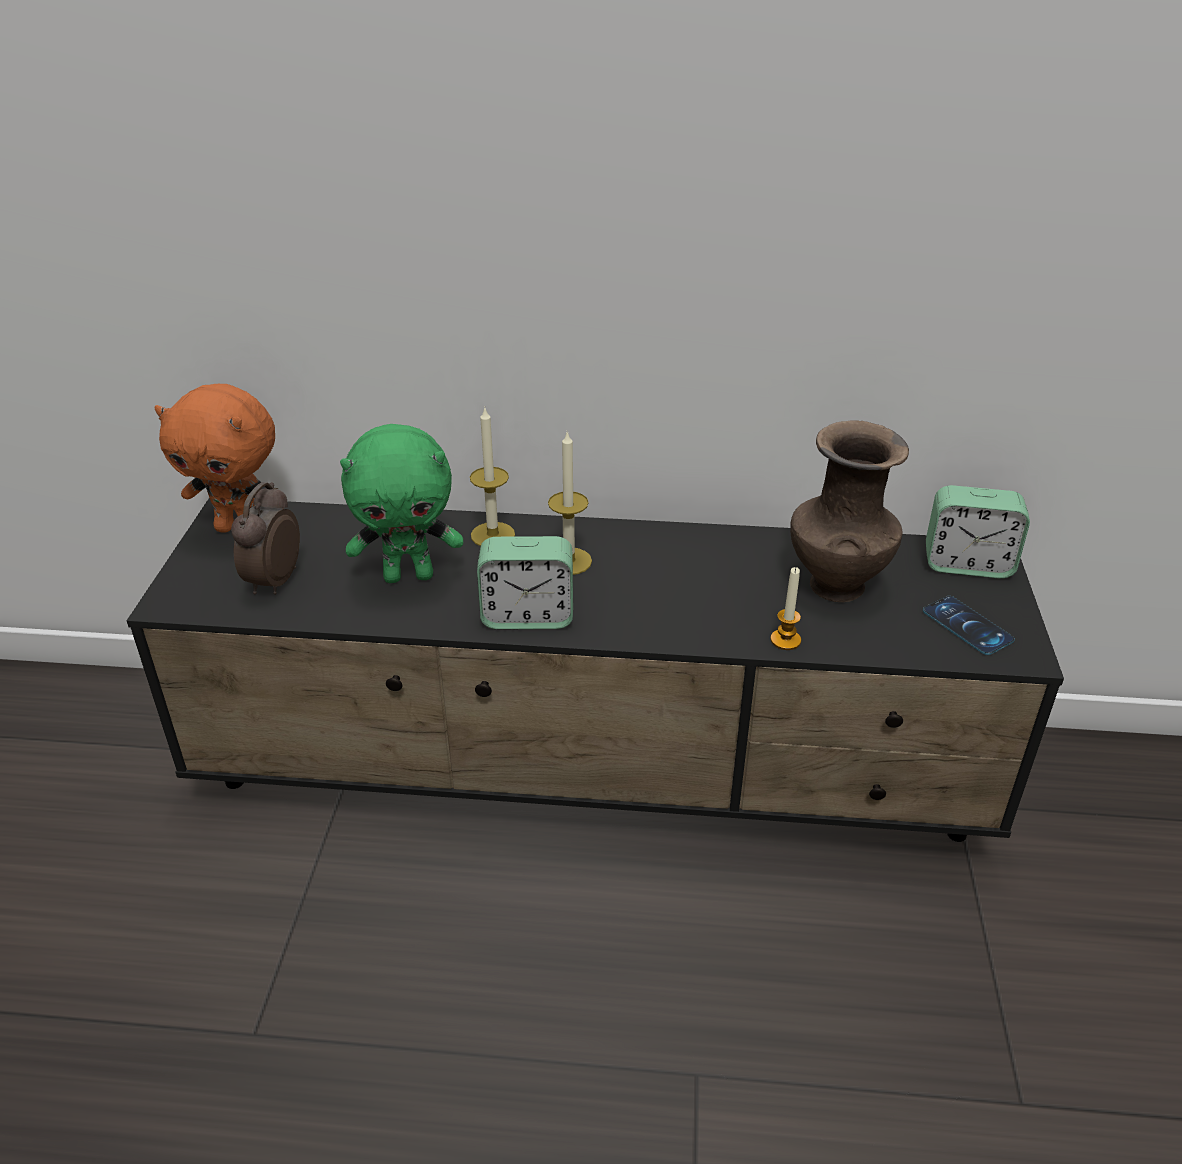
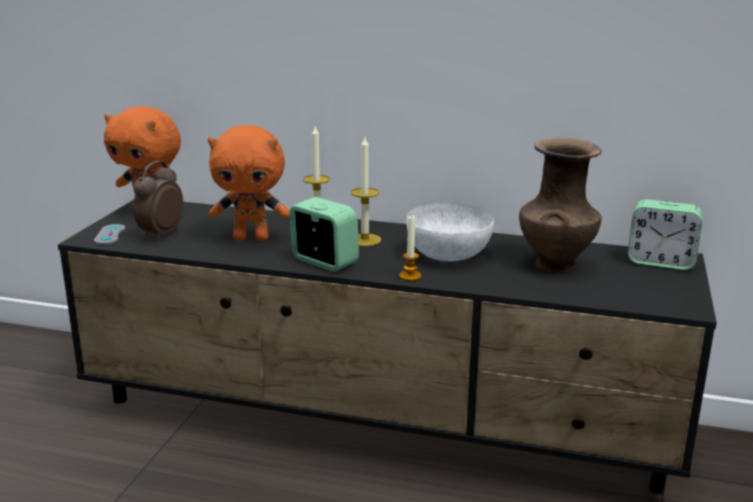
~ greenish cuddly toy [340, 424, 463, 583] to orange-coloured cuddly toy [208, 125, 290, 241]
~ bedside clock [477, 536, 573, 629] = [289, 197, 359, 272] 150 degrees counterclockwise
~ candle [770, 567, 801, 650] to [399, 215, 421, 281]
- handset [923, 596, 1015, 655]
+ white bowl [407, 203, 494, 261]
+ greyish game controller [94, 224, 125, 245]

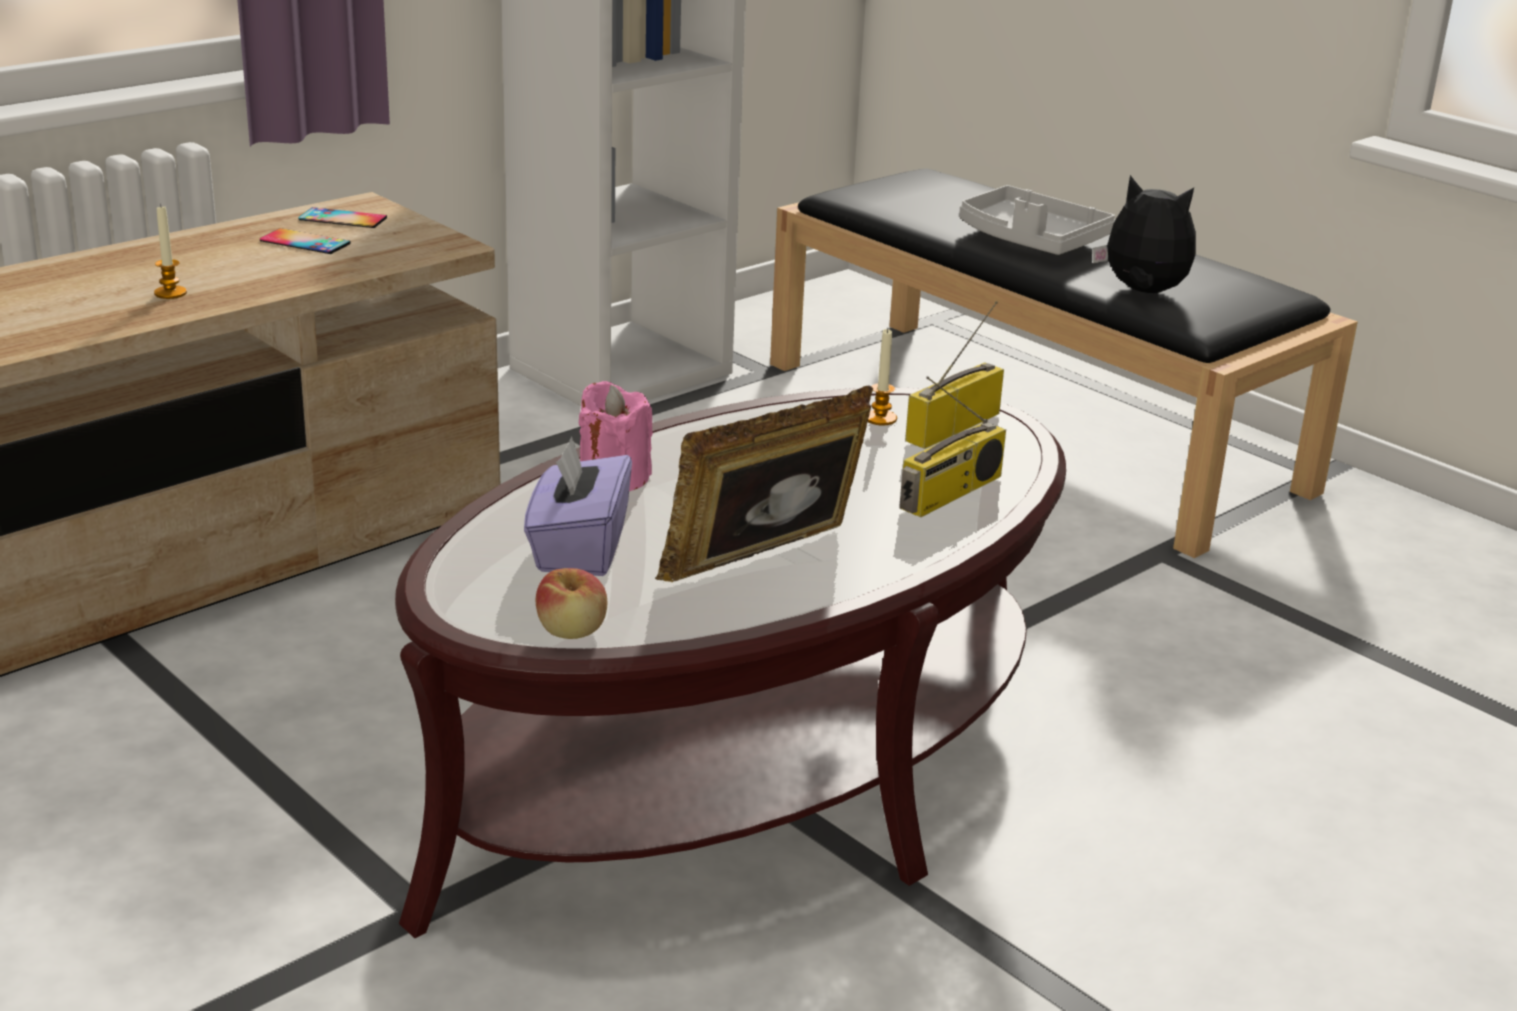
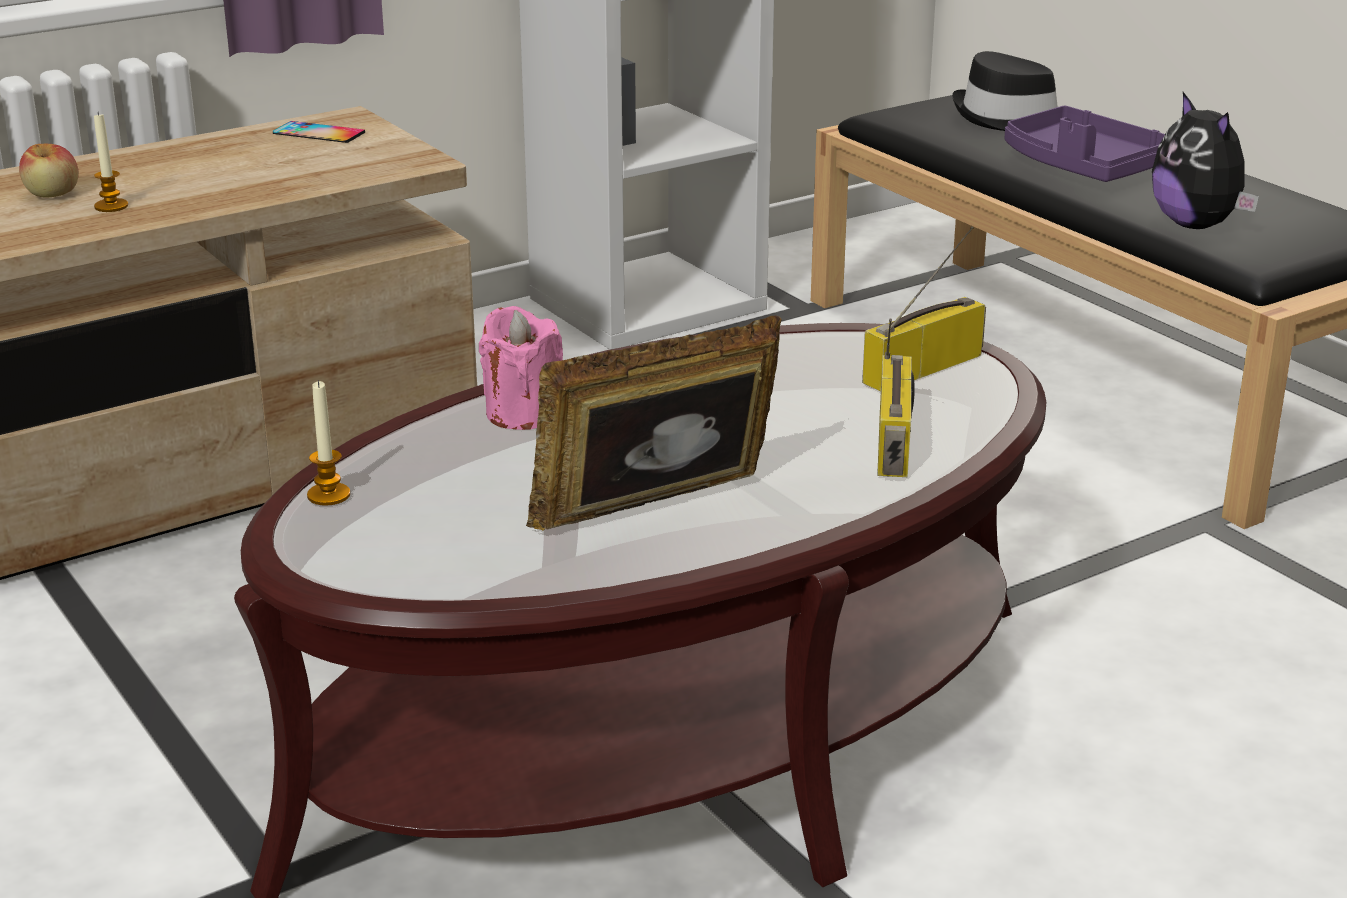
~ cuddly toy [1092, 175, 1196, 293] = [1152, 92, 1259, 229] 150 degrees counterclockwise
~ greyish carrying tray [959, 185, 1115, 255] to purplish carrying tray [1005, 106, 1165, 182]
- handset [260, 228, 350, 254]
~ candle [868, 328, 897, 425] to [307, 380, 350, 506]
~ radio receiver [899, 376, 1006, 517] = [877, 318, 915, 477] 45 degrees counterclockwise
- purplish box of tissues [524, 436, 632, 576]
~ whole apple [536, 568, 607, 639] to [19, 143, 79, 198]
+ black hat [952, 51, 1058, 131]

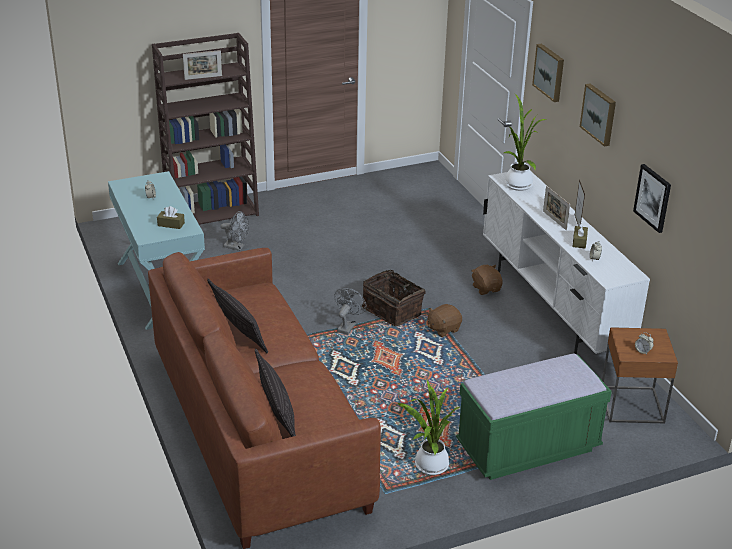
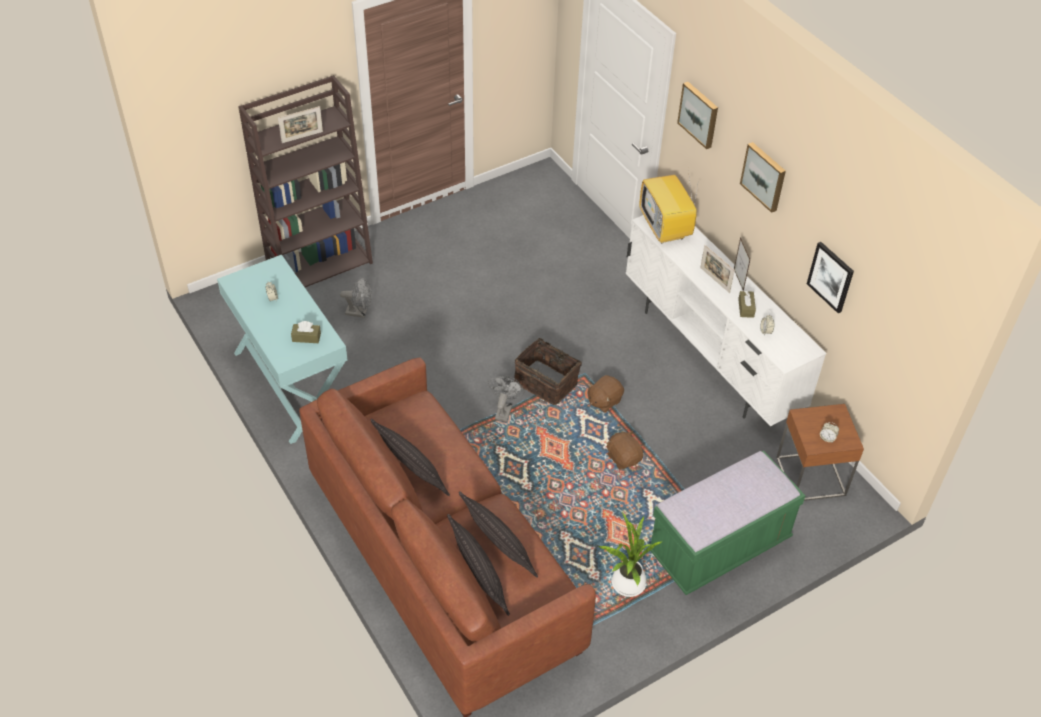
~ potted plant [502, 94, 547, 191] to TV [639, 170, 699, 244]
~ brown-coloured cuddly toy [471, 265, 503, 295] to [606, 431, 644, 470]
+ pillow [459, 491, 538, 578]

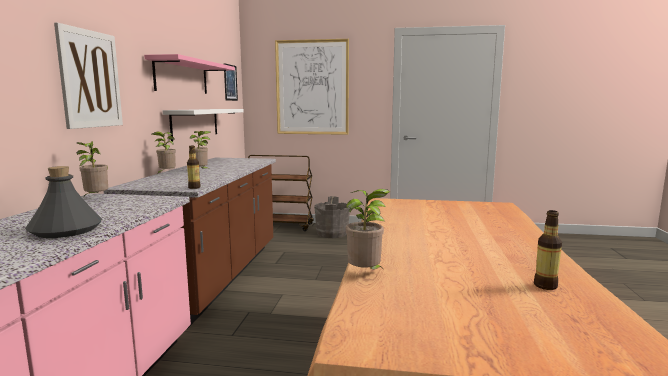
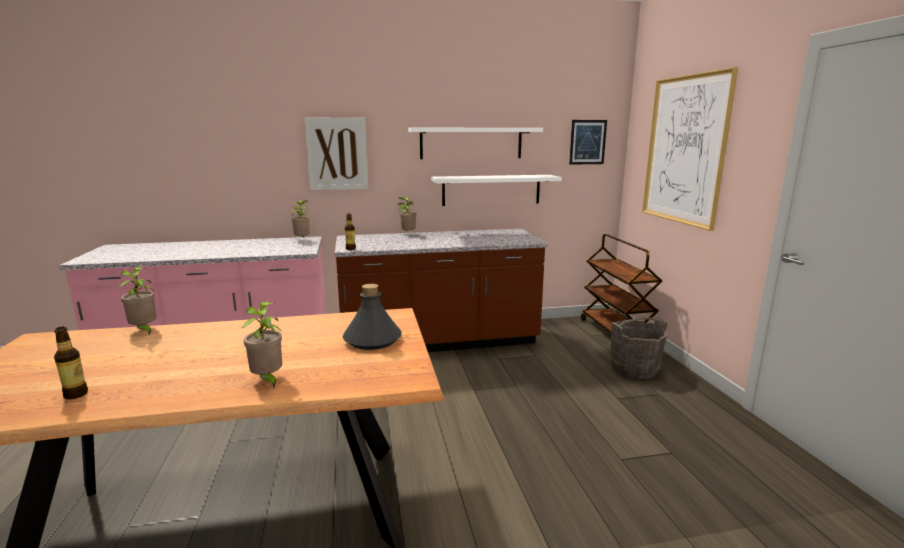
~ pinkish wall shelf [144, 54, 235, 94] to white wall shelf [408, 128, 543, 159]
~ potted plant [190, 131, 212, 171] to [242, 302, 282, 387]
~ greyish beverage bottle [25, 166, 102, 238] to [343, 284, 402, 350]

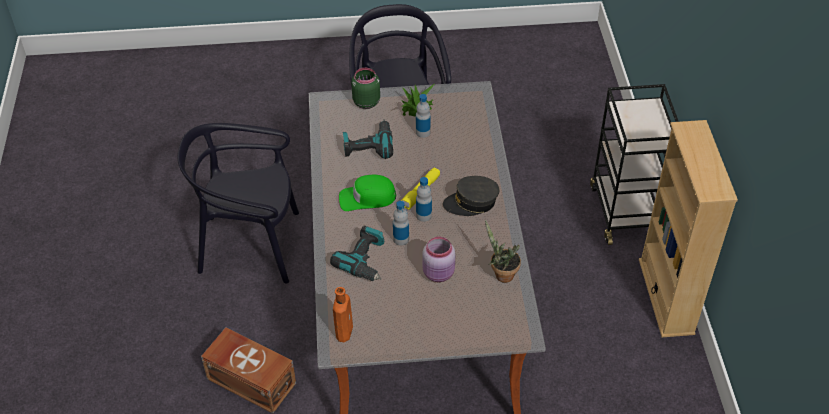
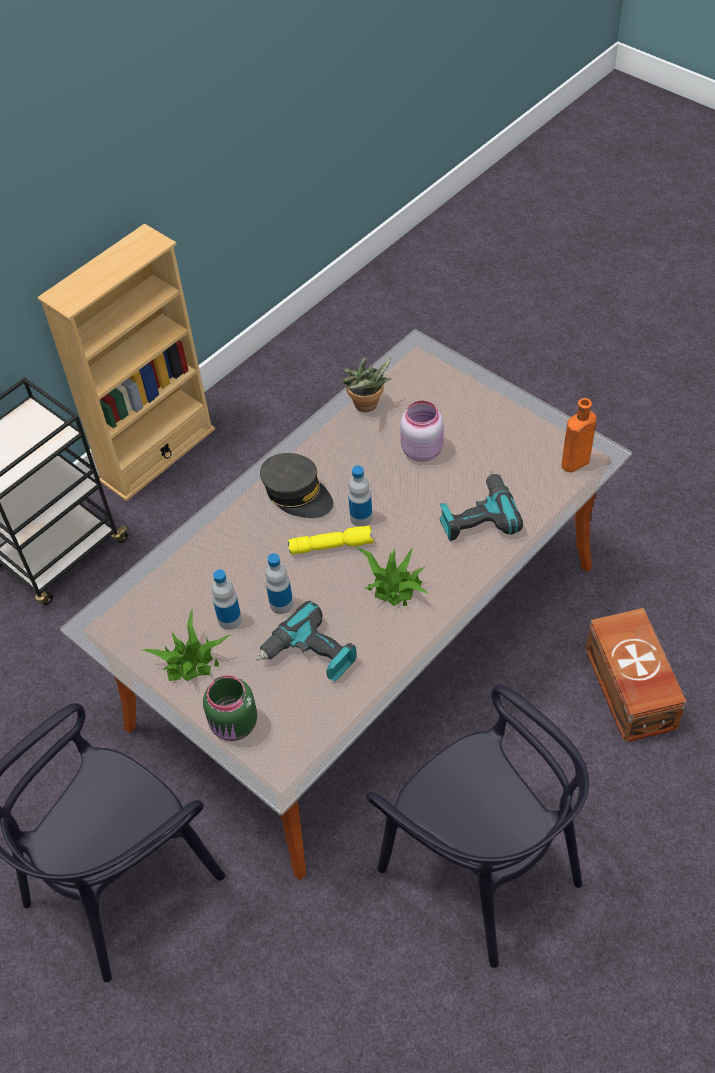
~ greenish baseball cap [339, 175, 396, 211] to potted plant [356, 546, 429, 606]
~ beverage bottle [393, 201, 409, 246] to [265, 553, 293, 614]

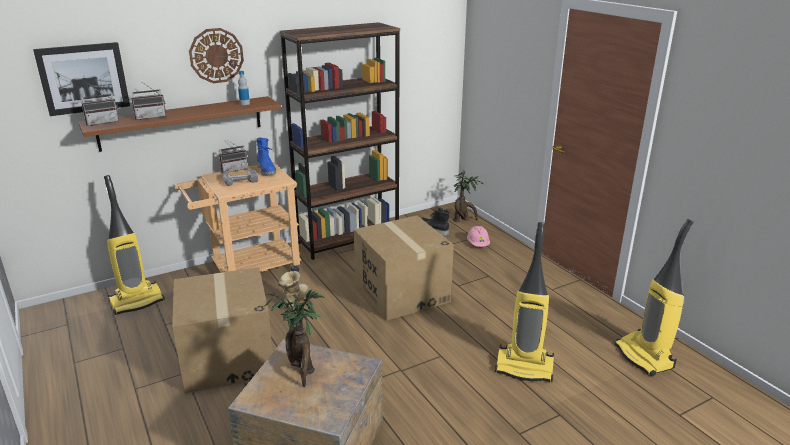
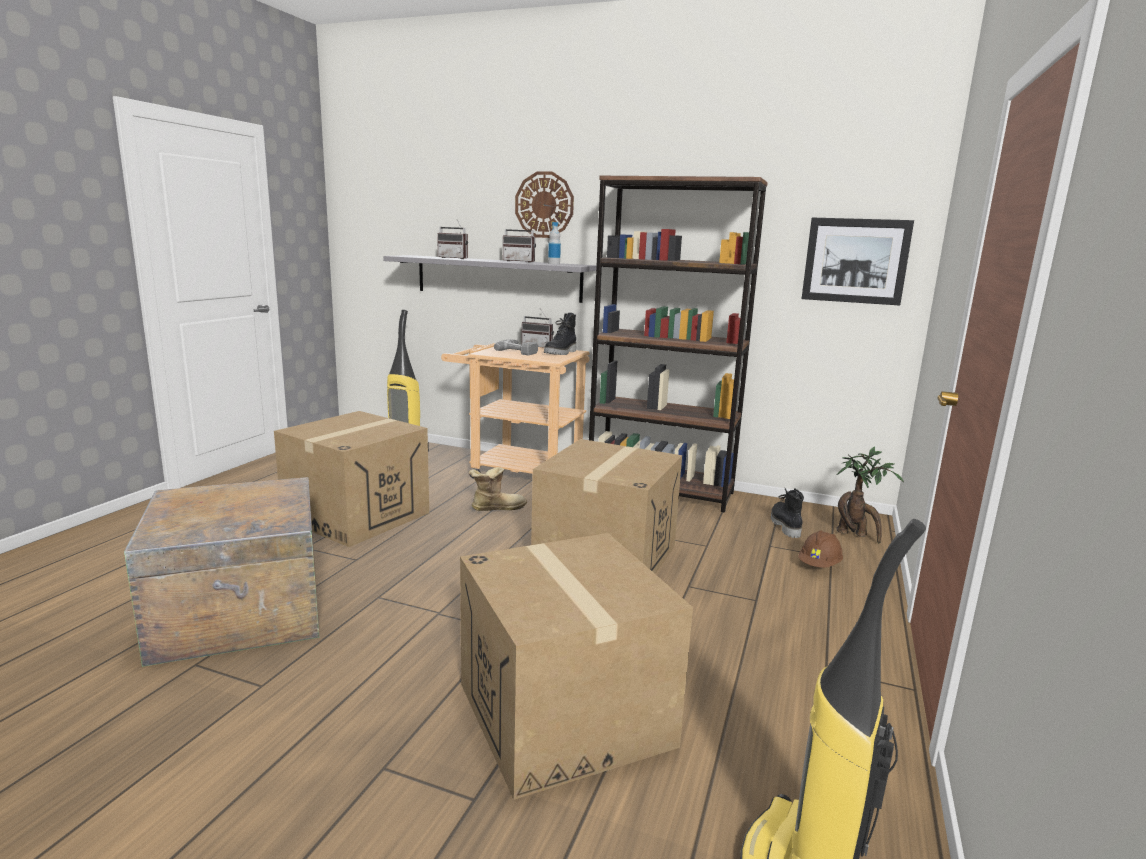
~ picture [33, 42, 130, 116] to [802, 218, 914, 305]
~ radio receiver [81, 87, 119, 126] to [503, 221, 536, 262]
~ brown-coloured wall shelf [79, 96, 281, 152] to greyish wall shelf [383, 255, 597, 303]
~ bluish tall boot [257, 138, 276, 176] to black tall boot [544, 313, 576, 355]
~ vacuum [495, 222, 554, 382] to cardboard box [460, 533, 693, 800]
~ pinkish safety helmet [467, 226, 490, 247] to brown-coloured safety helmet [798, 530, 843, 568]
- potted plant [265, 290, 325, 387]

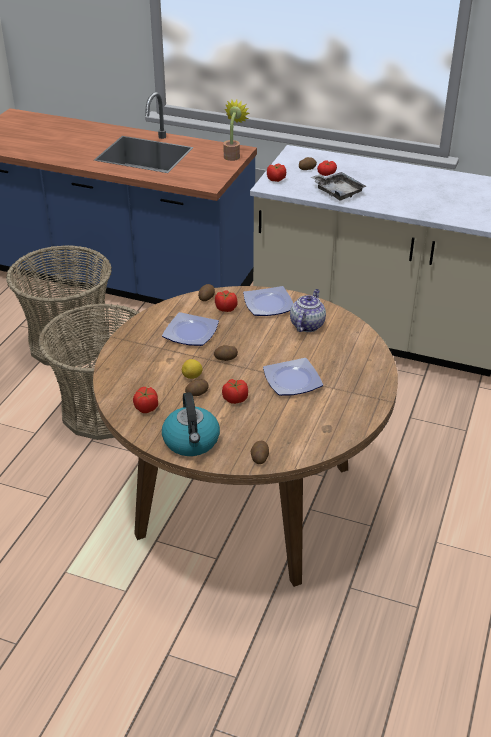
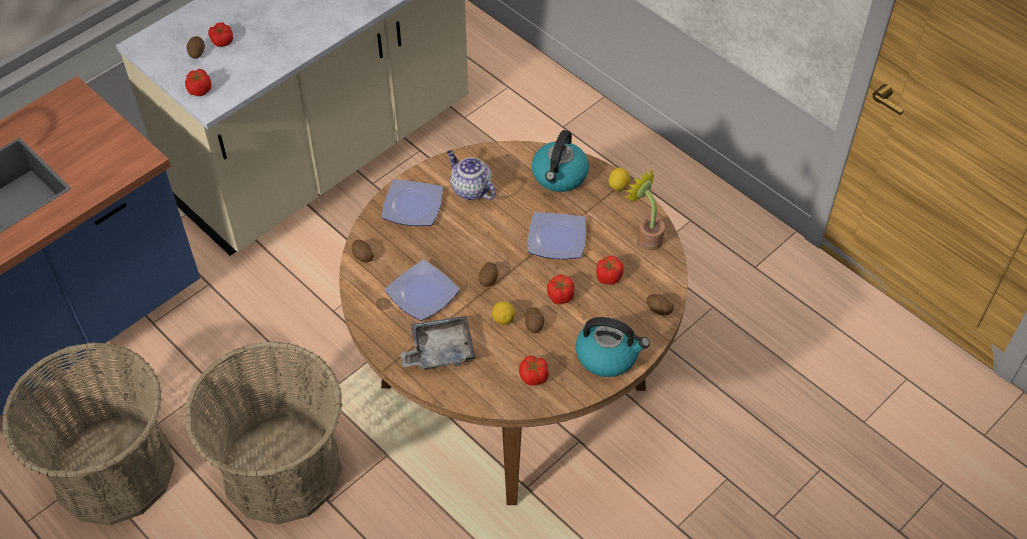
~ potted plant [223, 100, 250, 161] to [624, 168, 665, 250]
~ greyish carrying tray [311, 172, 367, 201] to [400, 316, 476, 370]
~ whole tomato [215, 290, 238, 312] to [596, 256, 624, 285]
+ tea kettle [532, 130, 589, 192]
+ whole lemon [608, 168, 630, 191]

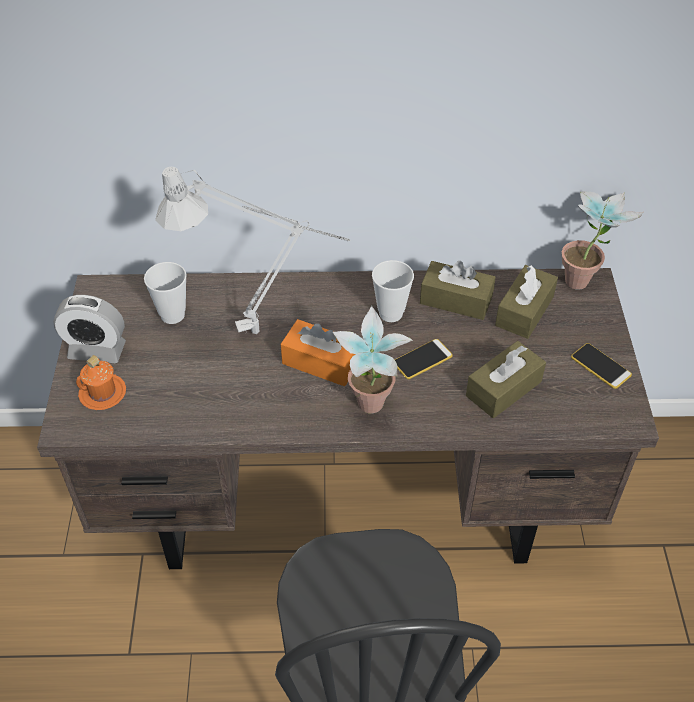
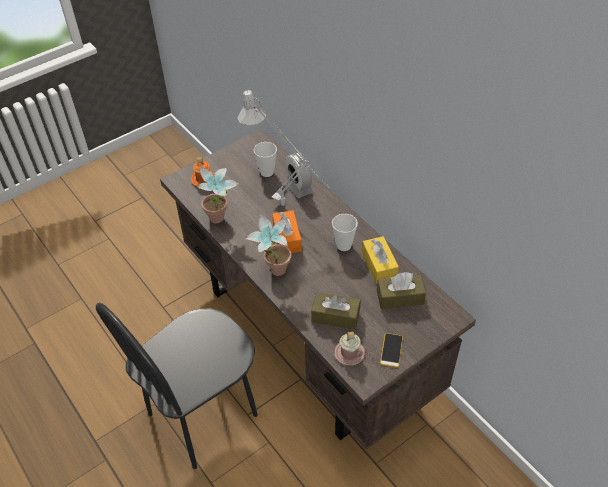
~ potted plant [562, 191, 643, 290] to [198, 166, 239, 223]
~ brown-coloured box of tissues [420, 261, 496, 320] to yellowish box of tissues [362, 236, 399, 284]
~ bedside clock [53, 295, 126, 363] to [285, 153, 313, 198]
- handset [395, 339, 453, 379]
+ pinkish tea mug [334, 332, 365, 366]

